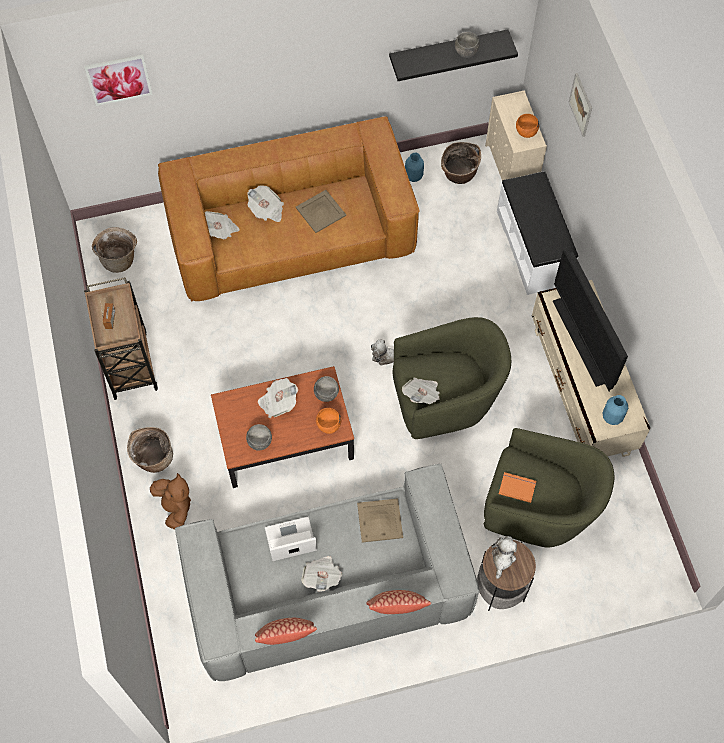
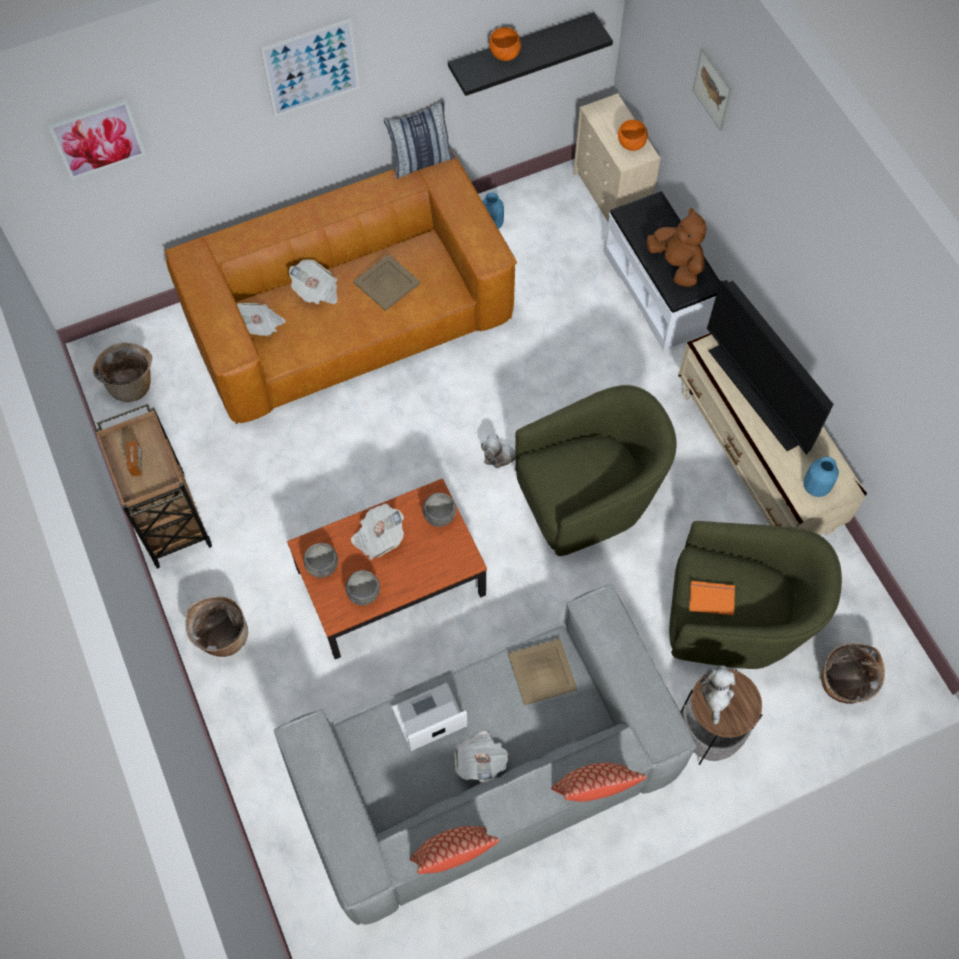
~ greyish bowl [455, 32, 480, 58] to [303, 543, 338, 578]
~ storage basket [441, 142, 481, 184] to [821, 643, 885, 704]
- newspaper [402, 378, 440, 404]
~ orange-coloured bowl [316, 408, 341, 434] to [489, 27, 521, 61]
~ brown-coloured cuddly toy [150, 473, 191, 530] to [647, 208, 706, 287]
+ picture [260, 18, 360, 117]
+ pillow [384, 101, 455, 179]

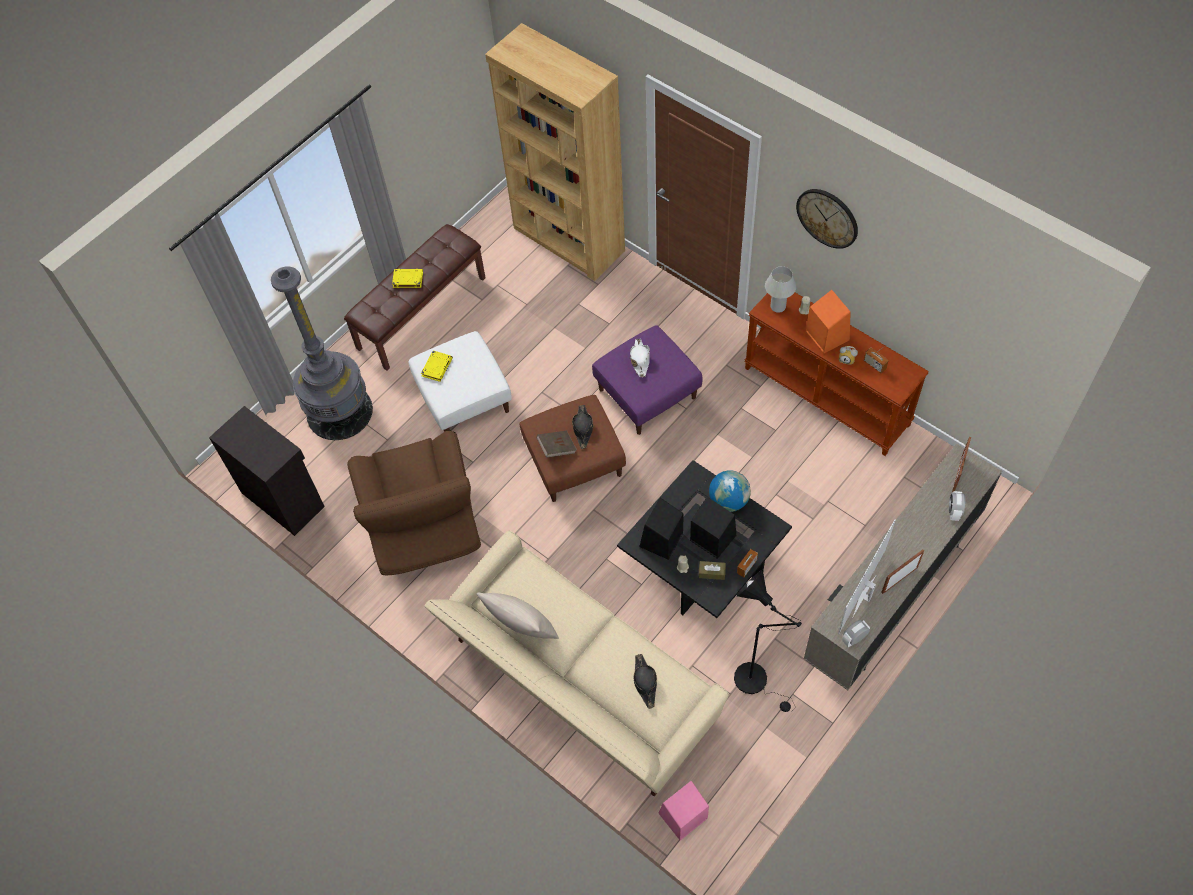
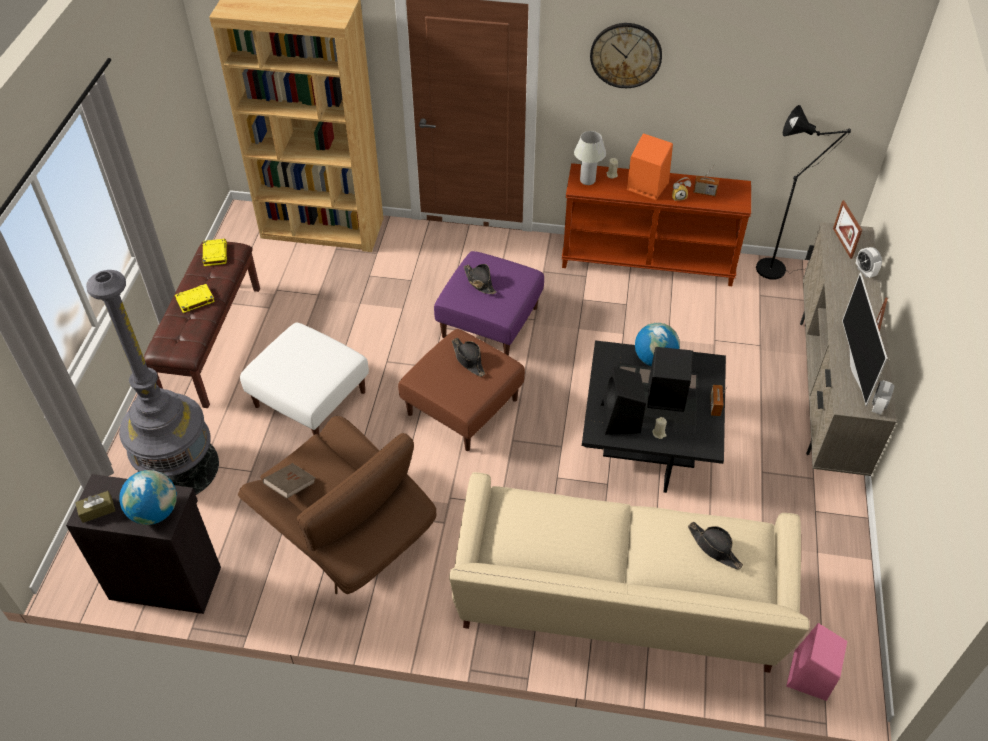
~ white hat [630, 339, 650, 377] to black hat [464, 264, 497, 294]
~ yellowish volume [421, 350, 453, 382] to [202, 239, 227, 266]
~ brown-coloured volume [536, 430, 577, 458] to [263, 463, 315, 499]
~ brown-coloured box of tissues [699, 561, 726, 580] to [75, 491, 115, 523]
~ black standing lamp [734, 570, 802, 712] to [756, 105, 851, 279]
- beige pillow [477, 592, 559, 639]
+ world globe [119, 470, 177, 525]

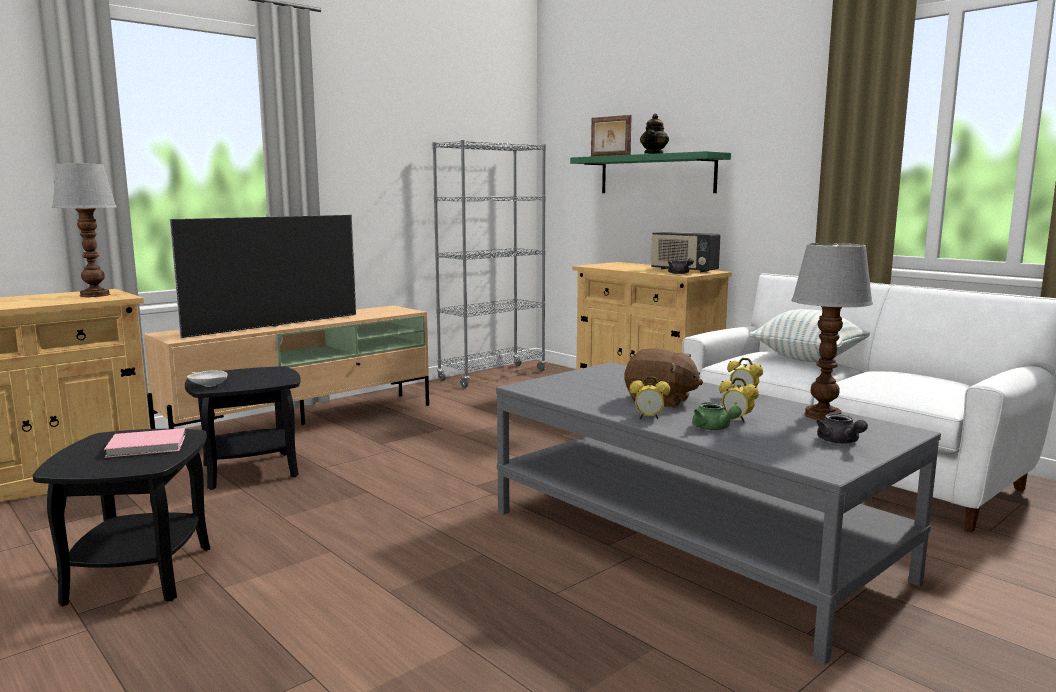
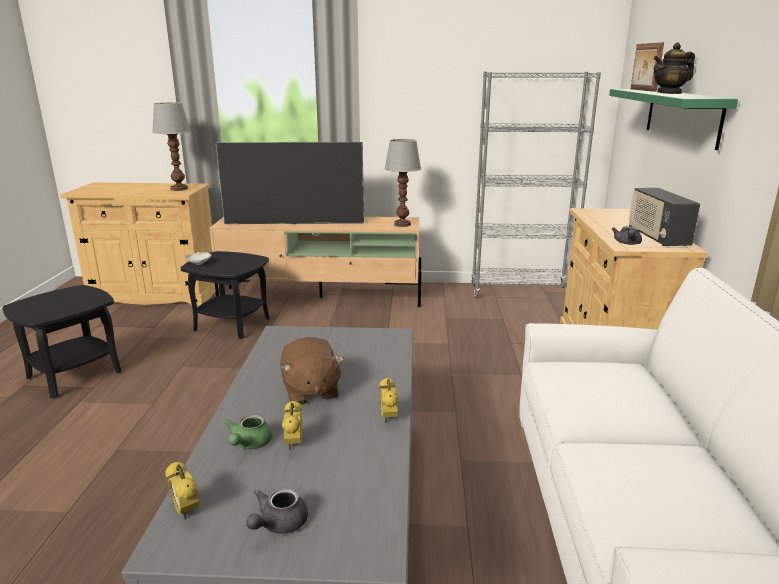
~ lamp for a table [792, 243, 873, 420] to [384, 139, 421, 227]
- pillow [749, 309, 870, 362]
~ bedside clock [630, 376, 670, 419] to [165, 461, 199, 519]
- pinkish volume [104, 428, 186, 458]

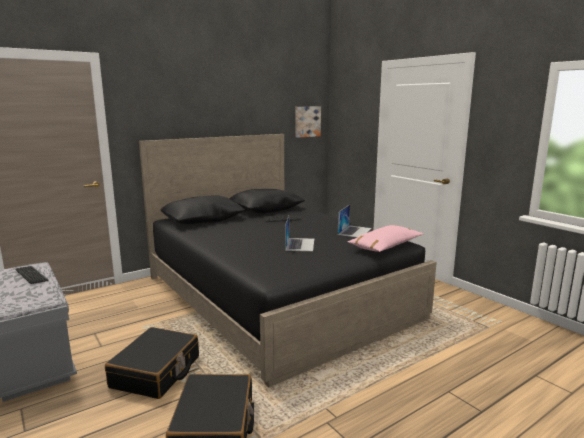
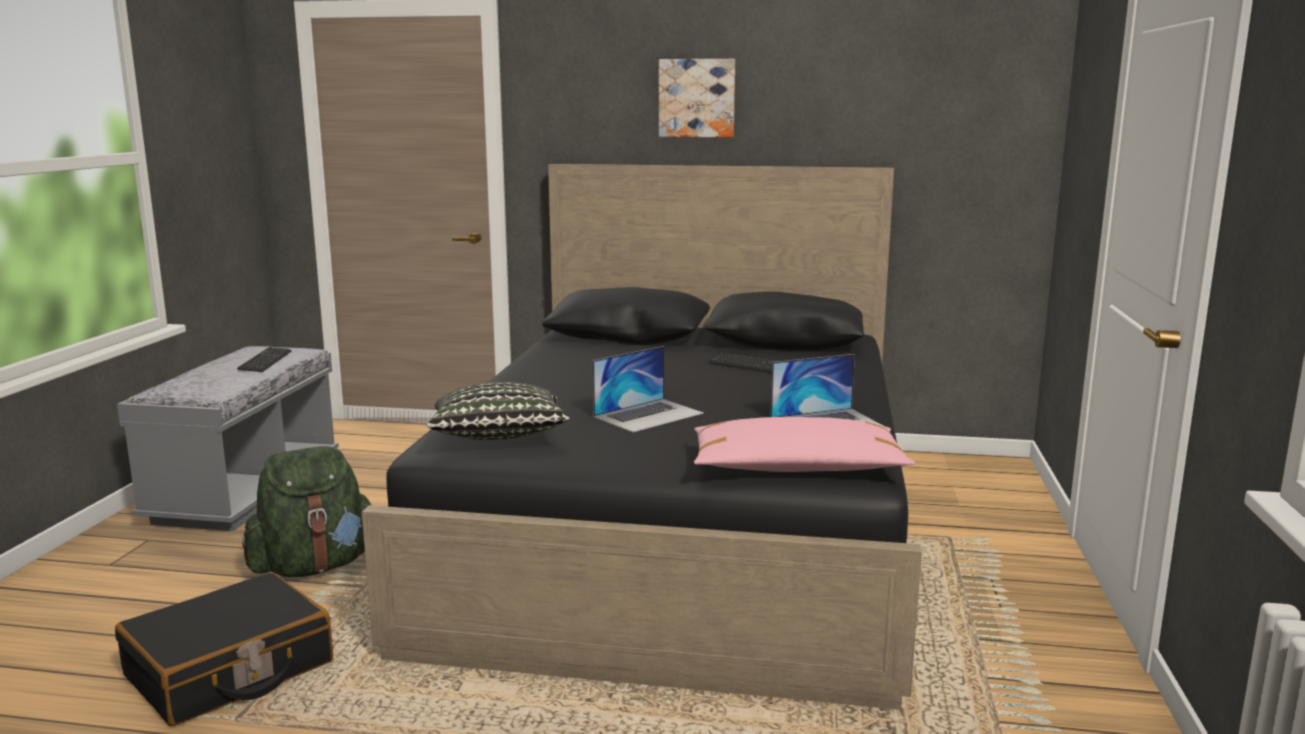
~ picture [295, 107, 321, 138] to [659, 59, 735, 138]
~ black travel case [105, 327, 199, 399] to greenish backpack [242, 446, 371, 577]
+ pillow [427, 382, 570, 440]

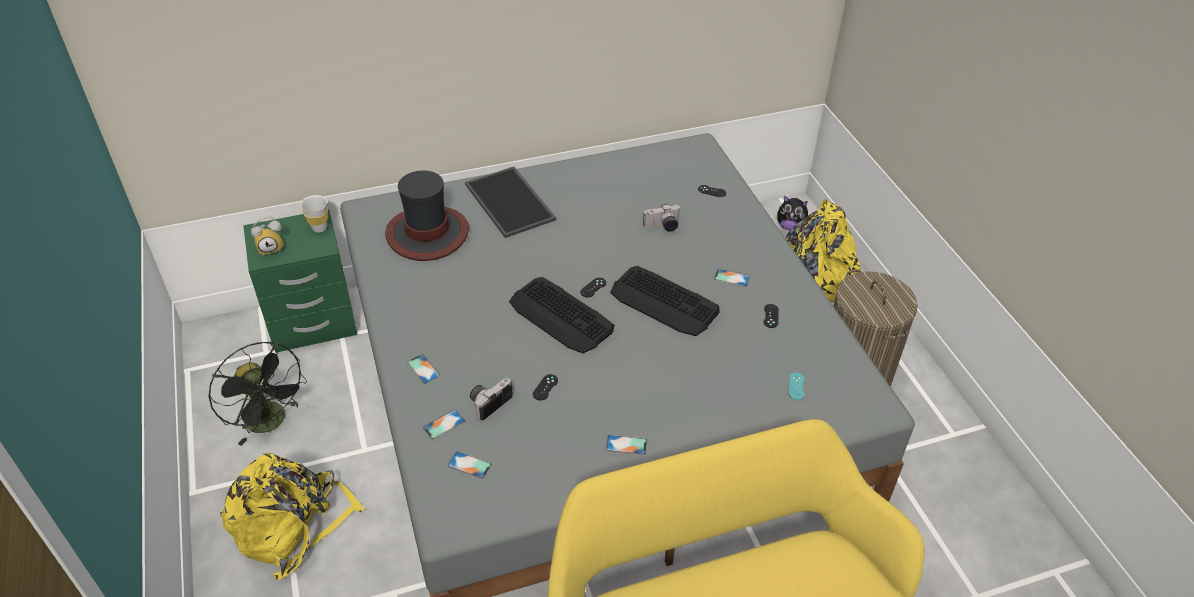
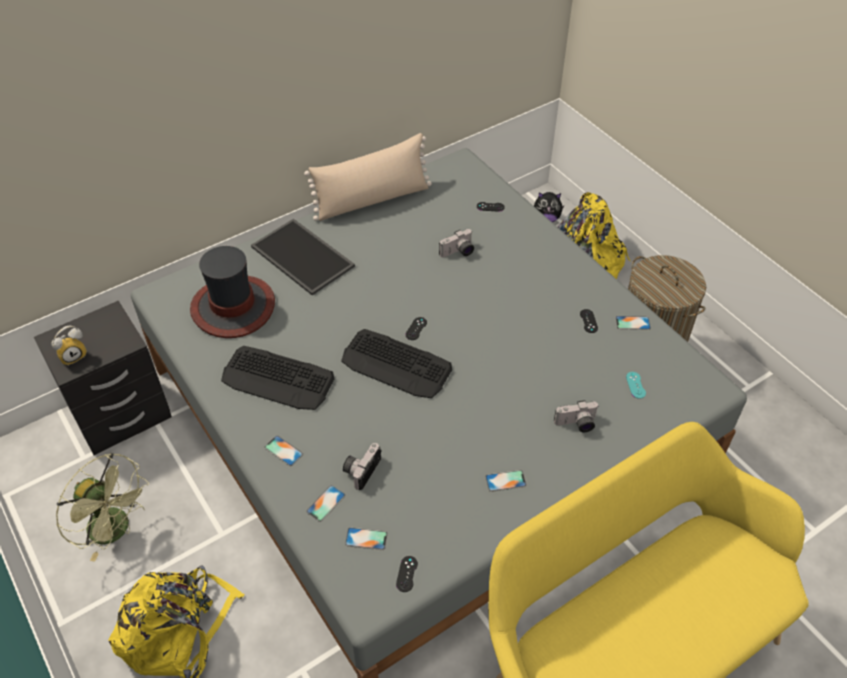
- white cup [300, 195, 328, 232]
~ greenish nightstand [243, 209, 358, 353] to black nightstand [34, 301, 172, 455]
~ keyboard [610, 266, 719, 336] to [221, 346, 334, 410]
~ handset [714, 269, 750, 287] to [615, 316, 651, 330]
~ black fan [208, 342, 307, 446] to greenish fan [56, 453, 149, 562]
~ black game controller [533, 374, 558, 401] to [396, 556, 418, 592]
+ beige pillow [304, 133, 432, 221]
+ photo camera [554, 400, 598, 432]

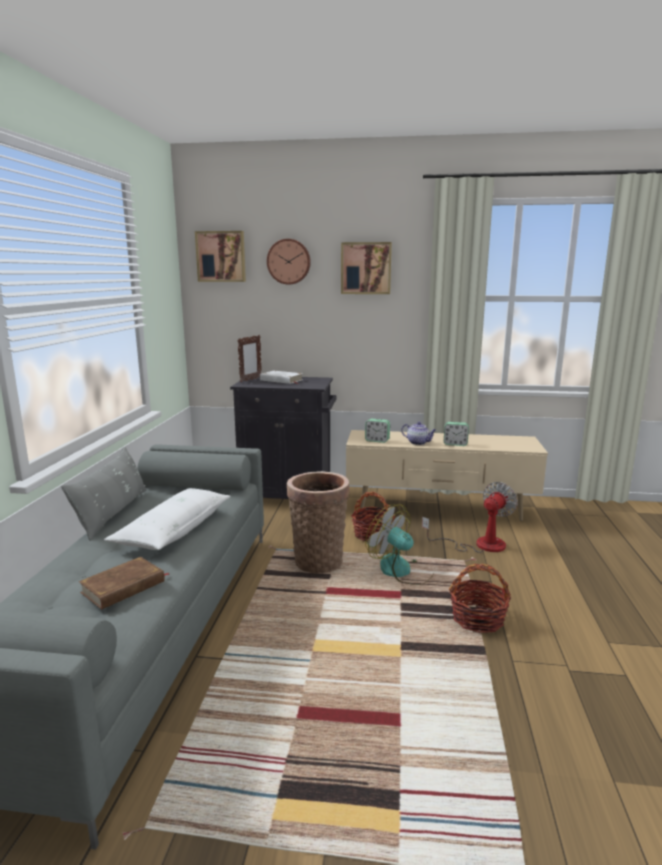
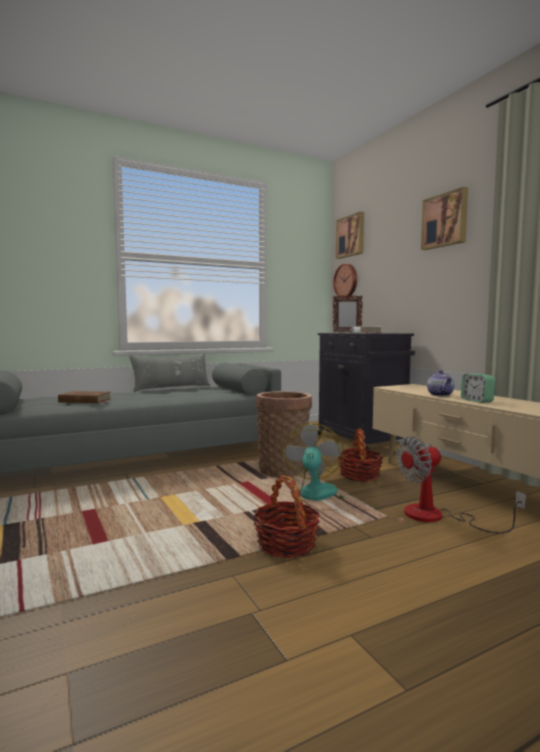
~ wall clock [267, 239, 311, 285] to [333, 264, 357, 298]
- bedside clock [365, 419, 390, 443]
~ fan [422, 482, 518, 553] = [396, 436, 526, 534] 150 degrees clockwise
- white pillow [104, 488, 231, 550]

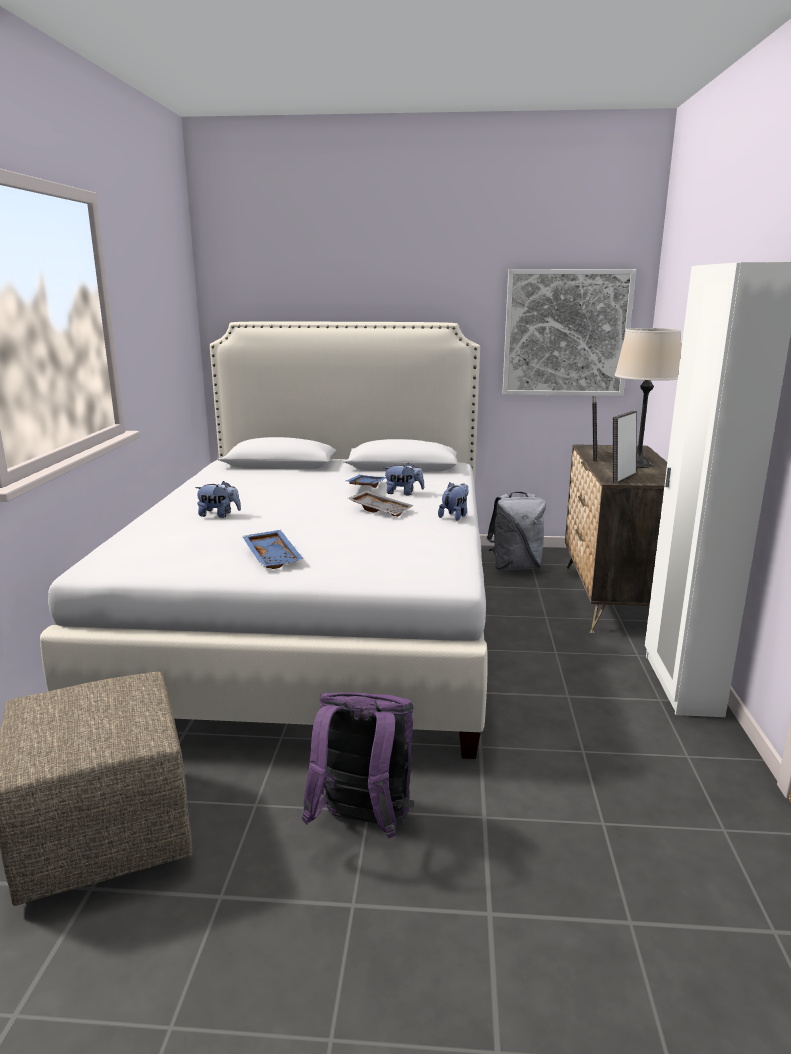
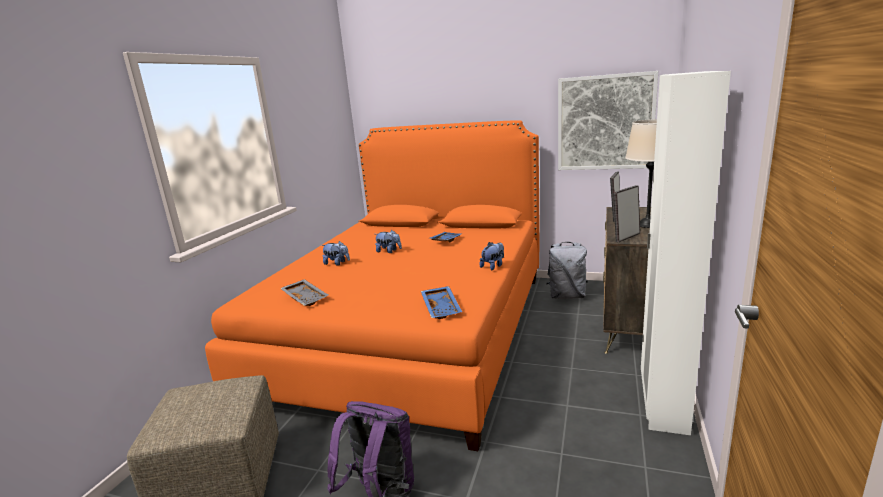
~ white sleeping bed [40, 321, 488, 759] to orange-coloured sleeping bed [205, 120, 539, 451]
~ cuddly toy [384, 462, 424, 495] to [375, 230, 402, 253]
~ greyish carrying tray [347, 490, 414, 517] to [280, 279, 328, 306]
~ bluish carrying tray [242, 530, 304, 569] to [421, 286, 462, 319]

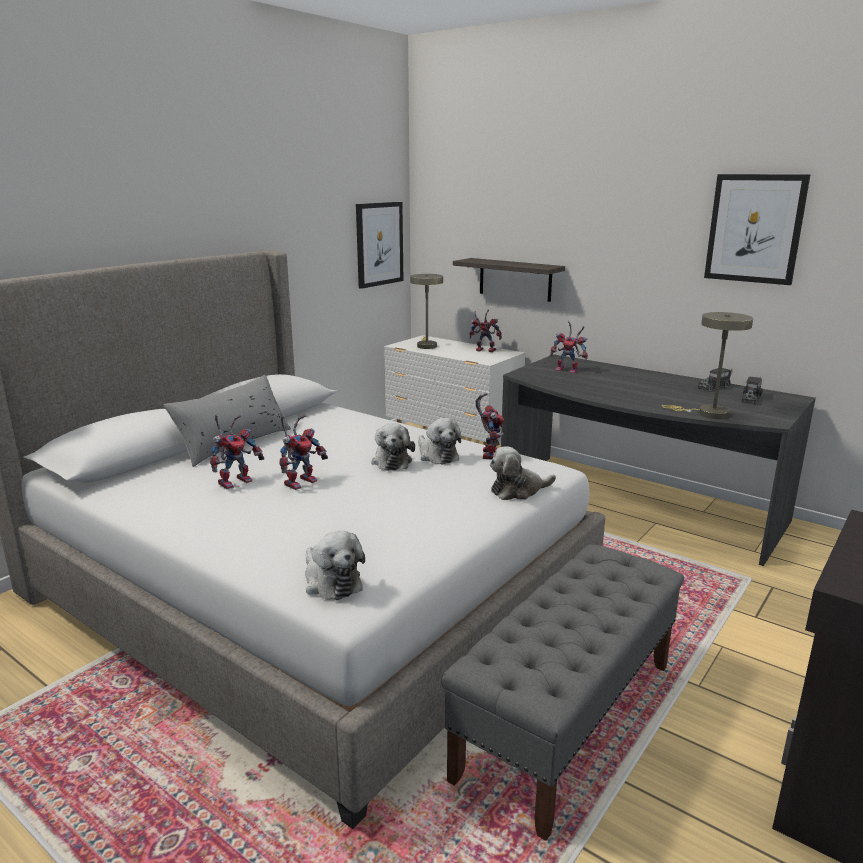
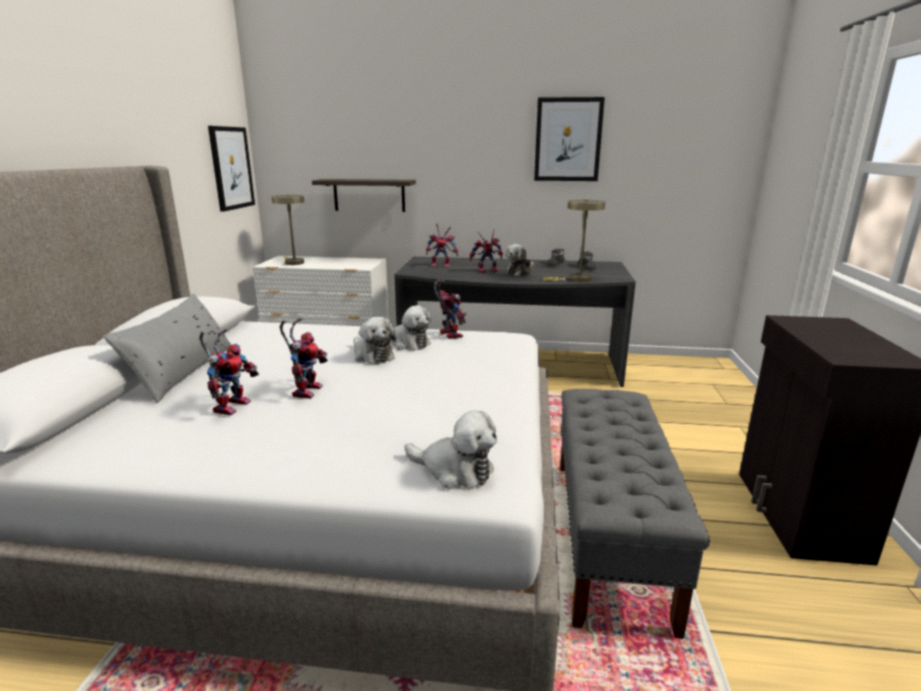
~ model robot [469, 310, 502, 352] to [469, 229, 503, 273]
~ cuddly toy [490, 446, 556, 500] to [505, 244, 534, 276]

